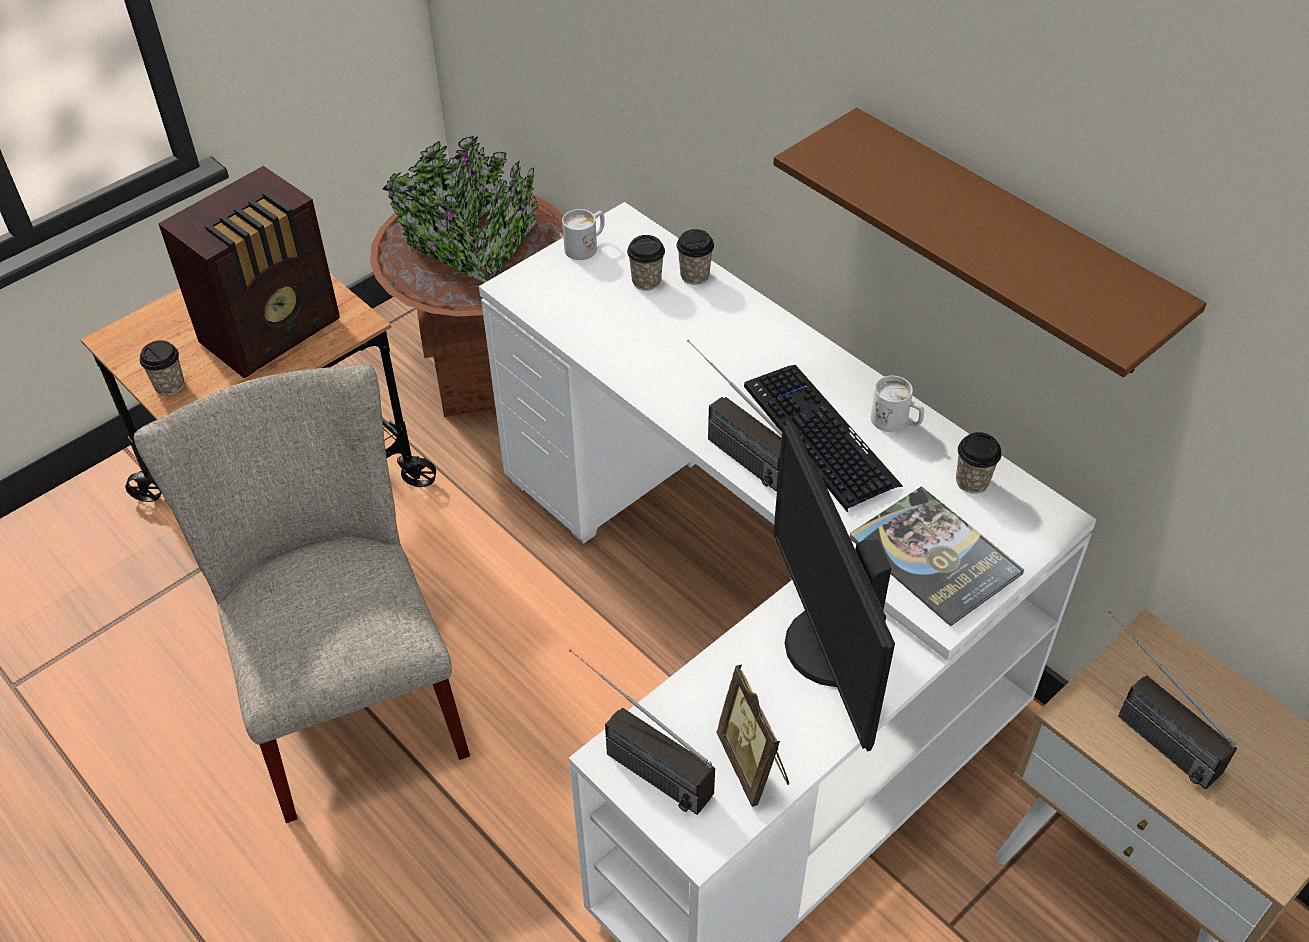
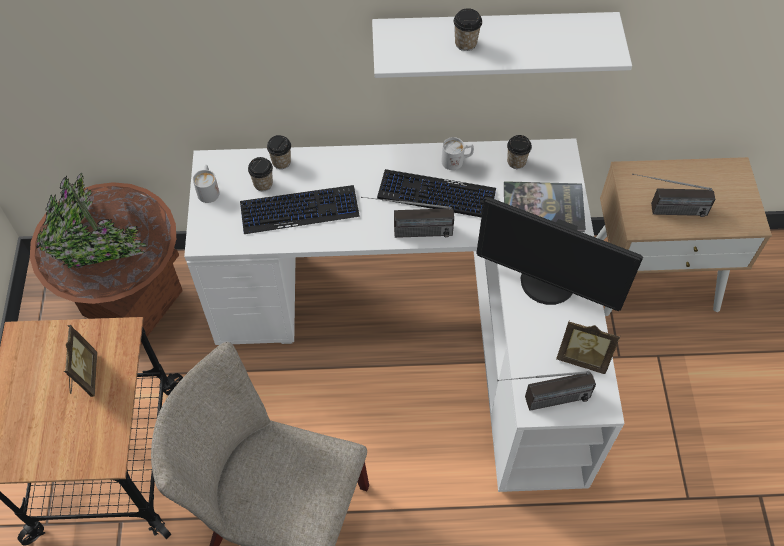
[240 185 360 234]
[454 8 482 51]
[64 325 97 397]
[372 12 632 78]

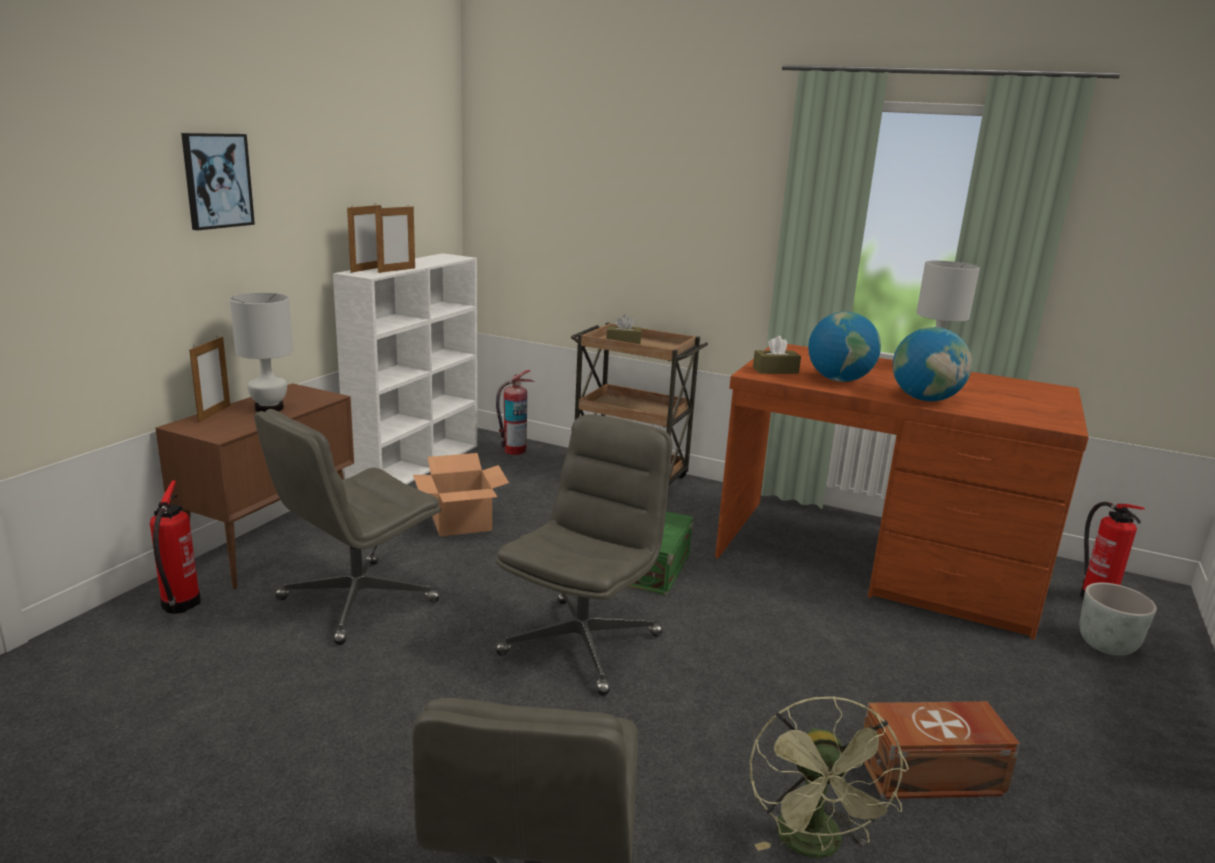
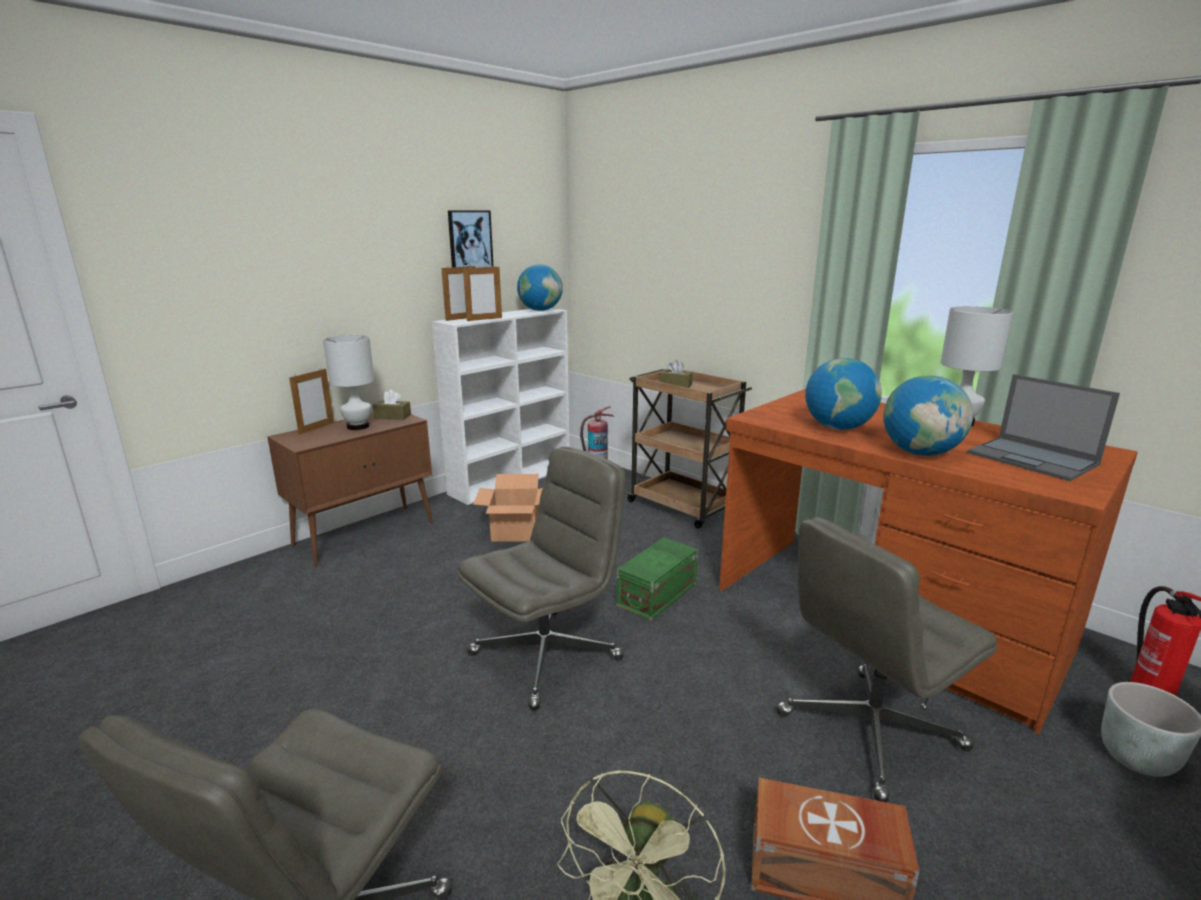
[150 480 201 614] (first image)
[517 264 563 311]
[967 374 1120 481]
[448 210 494 268]
[777 517 997 802]
[373 390 411 420]

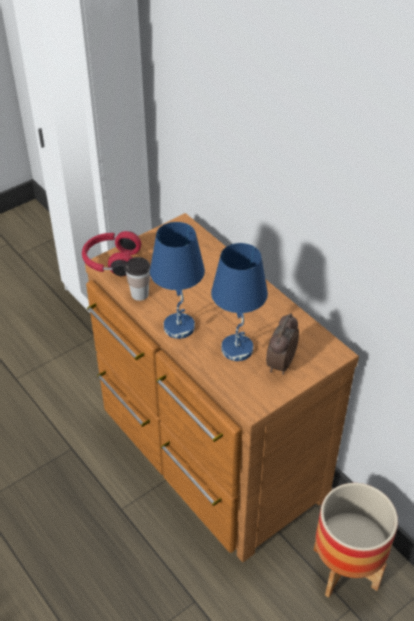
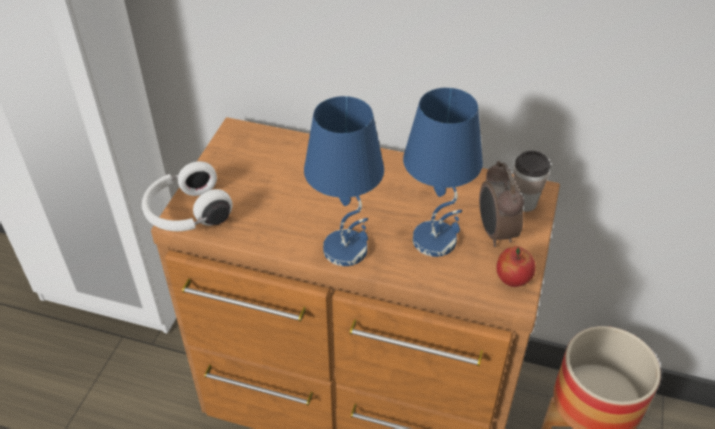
[496 246 536 287]
[513 151 551 212]
[142 161 233 231]

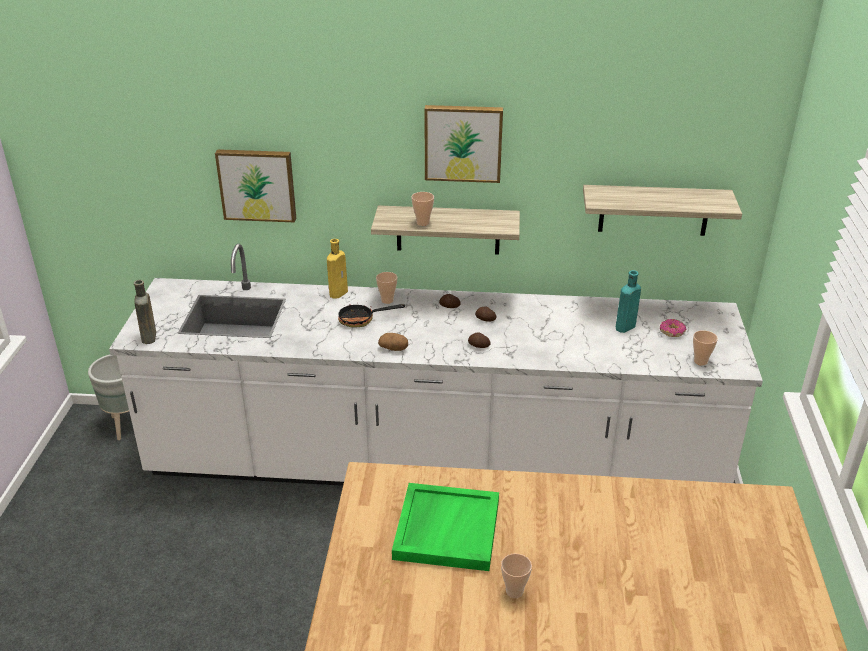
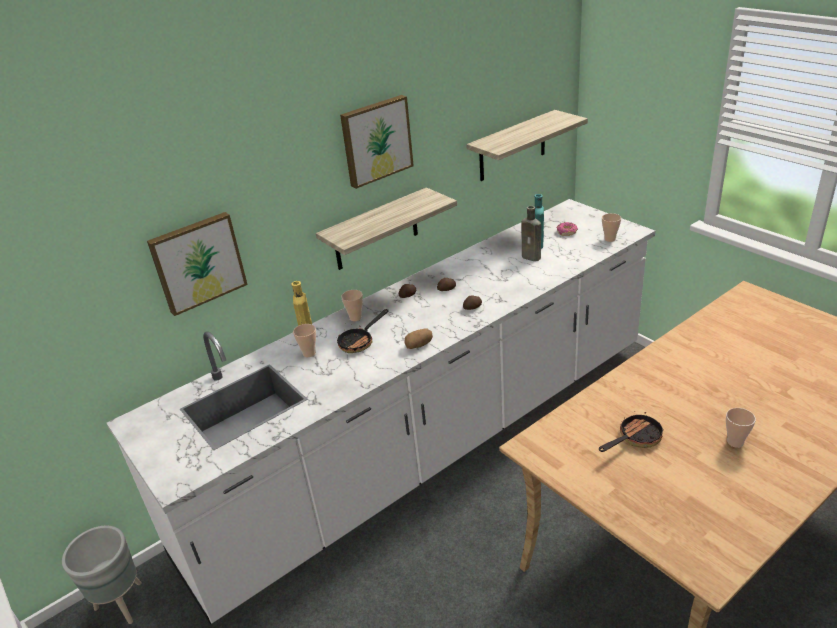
[521 206 541 261]
[293 324 316 357]
[599 408 663 452]

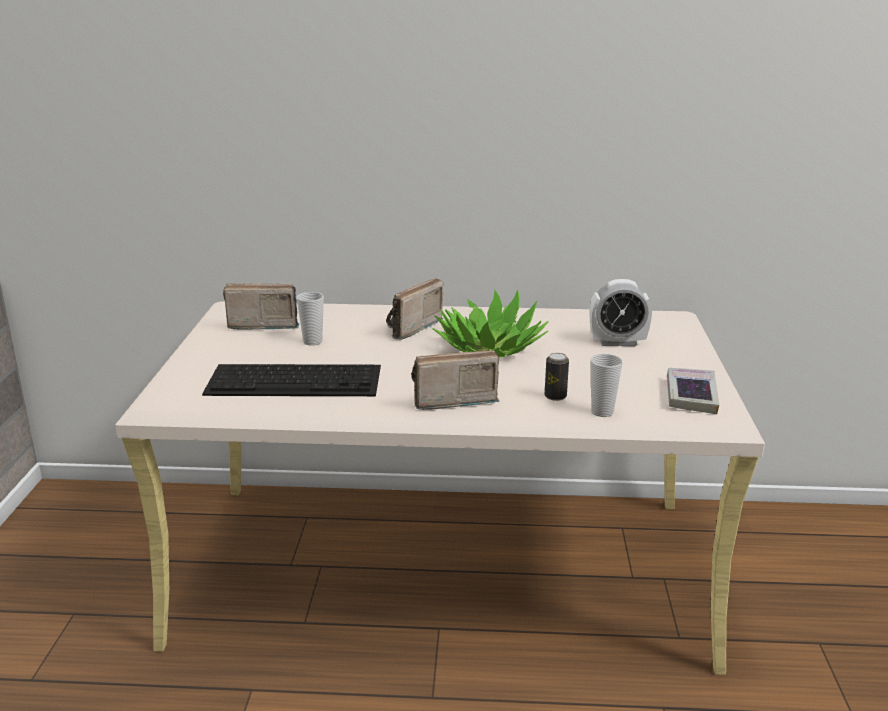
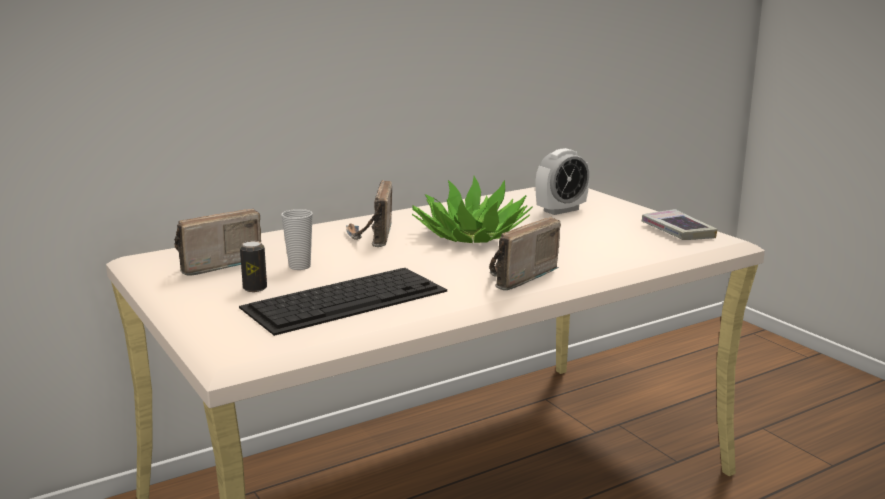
[590 354 623 417] (first image)
[240 241 267 292]

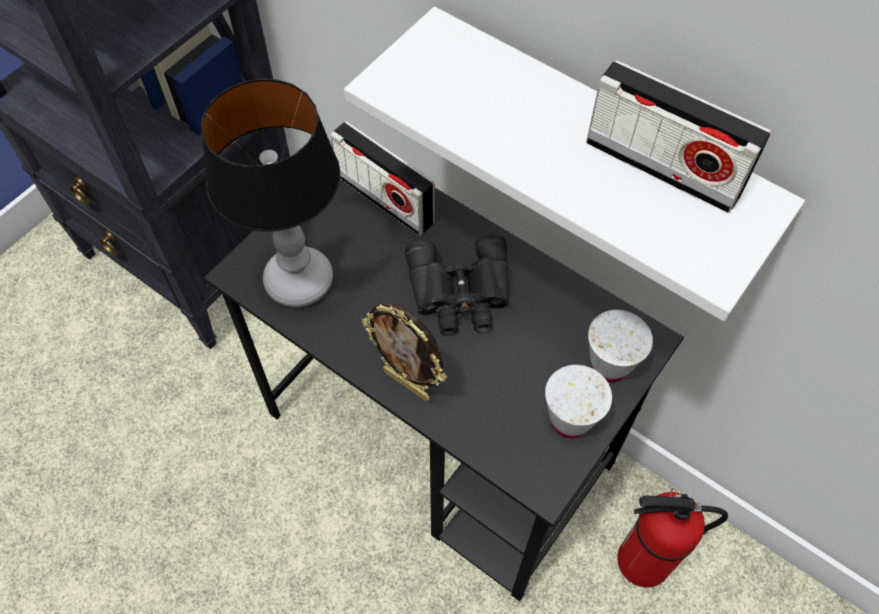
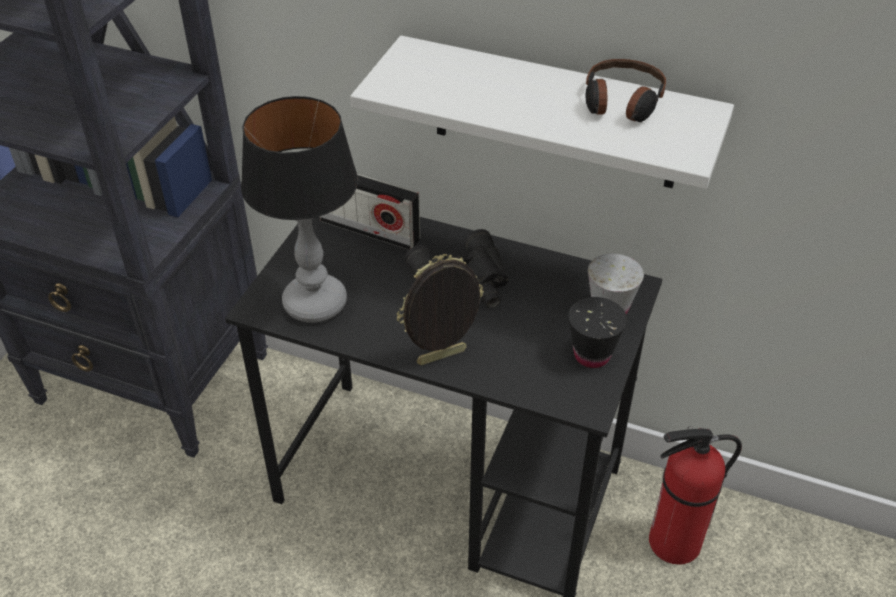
[586 59 666 122]
[568 297 627 368]
[397 254 484 365]

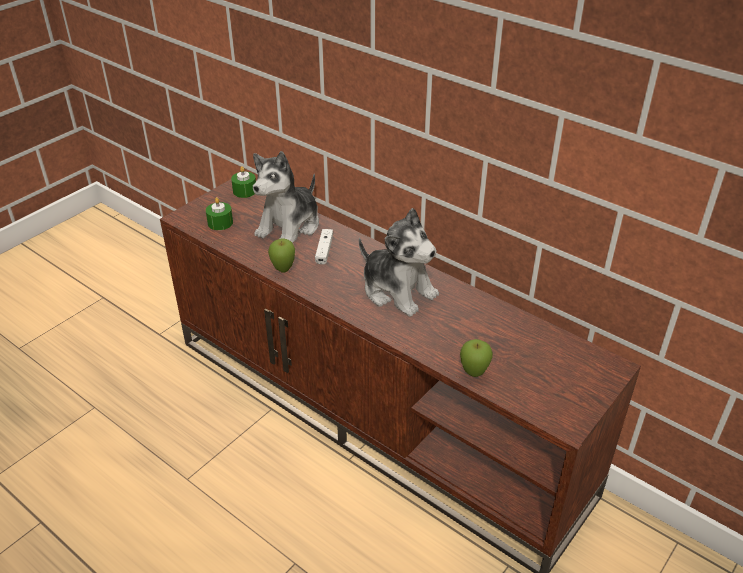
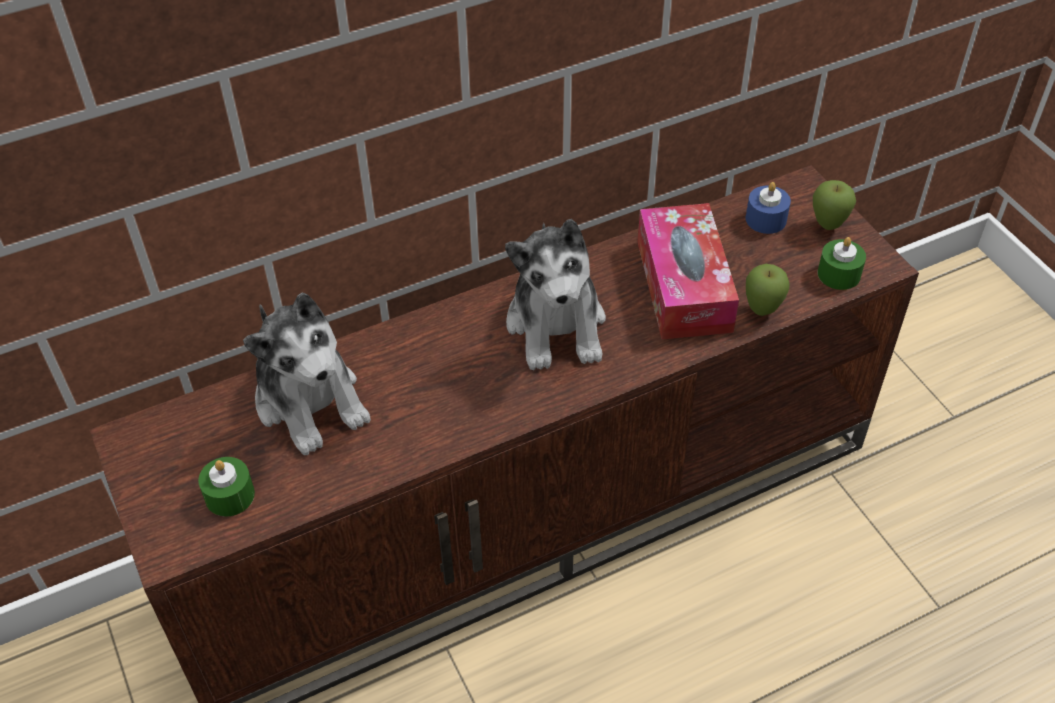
[315 229 333 265] (first image)
[637 203 739 339]
[746 182 791 234]
[818 237 866 290]
[813 180 856 230]
[505 219 606 371]

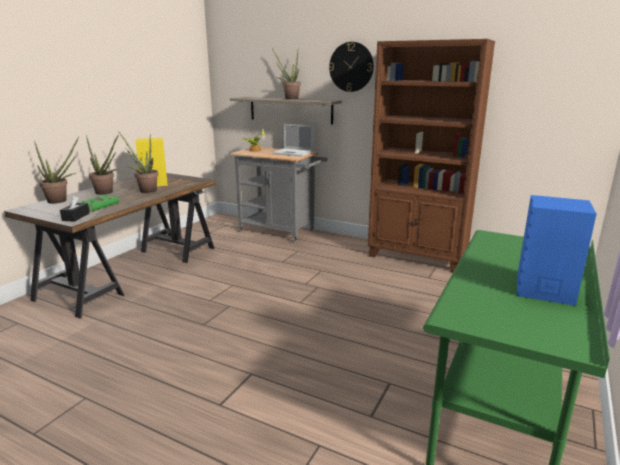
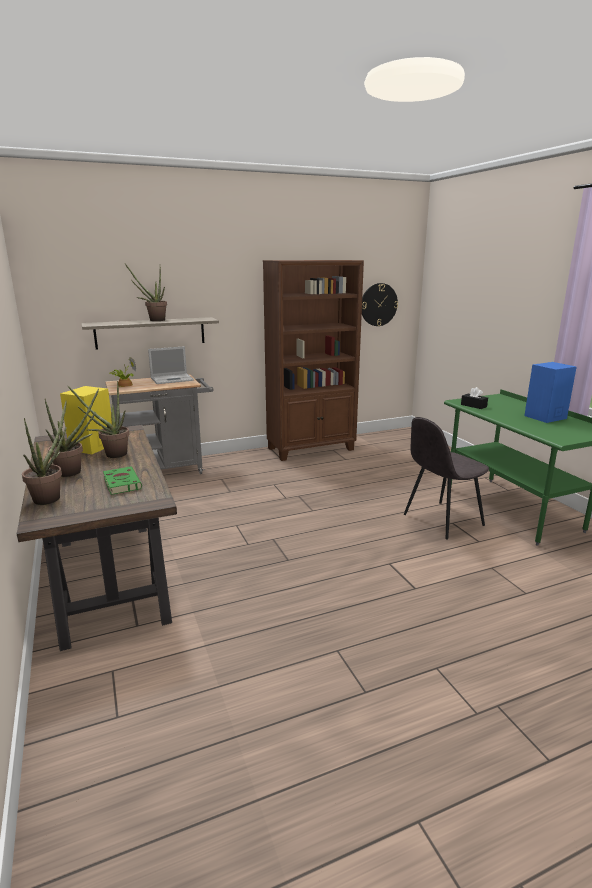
[404 417 489 540]
[461 387 488 409]
[362 283 398 326]

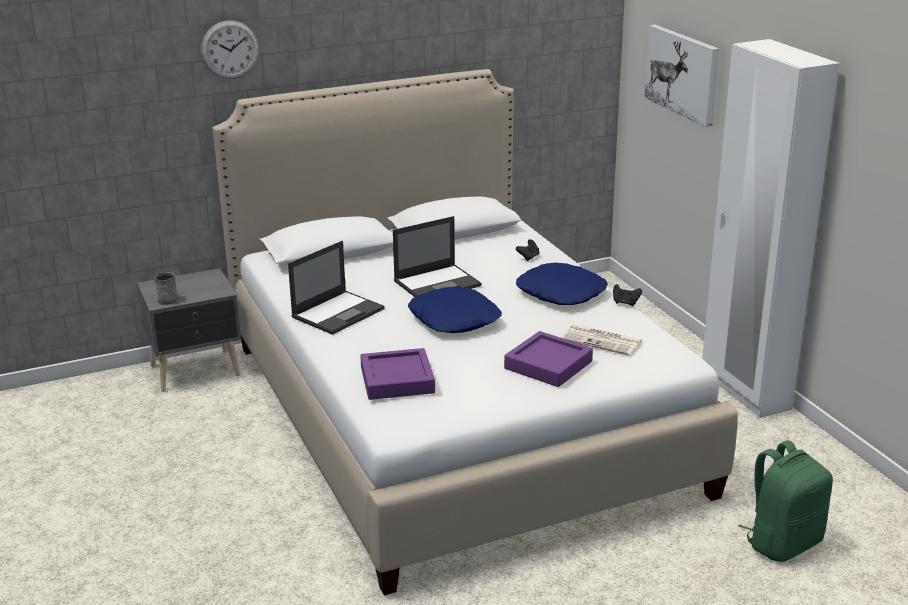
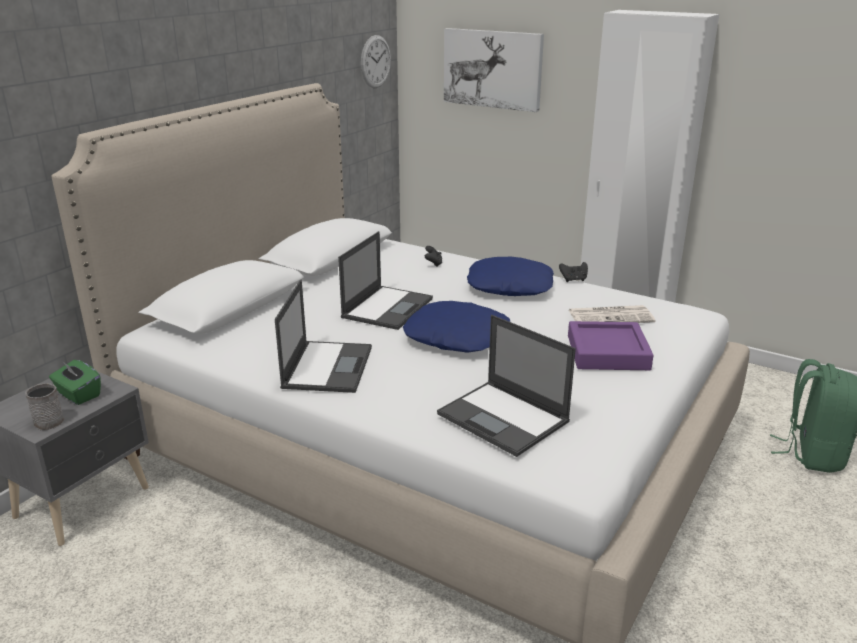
[49 360 101 405]
[361 35 391 88]
[437 315 576 457]

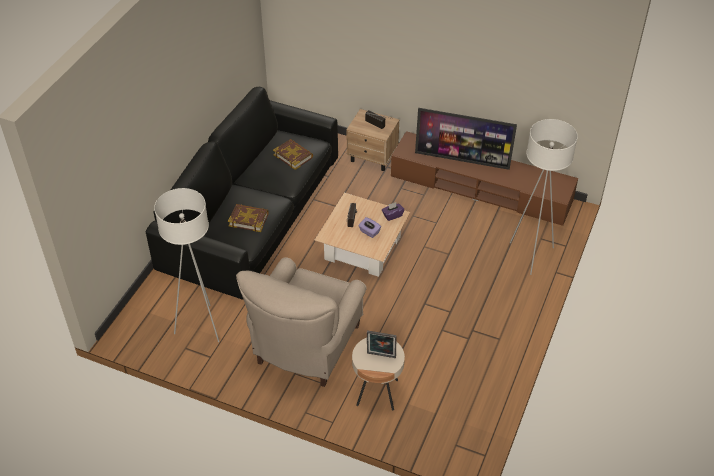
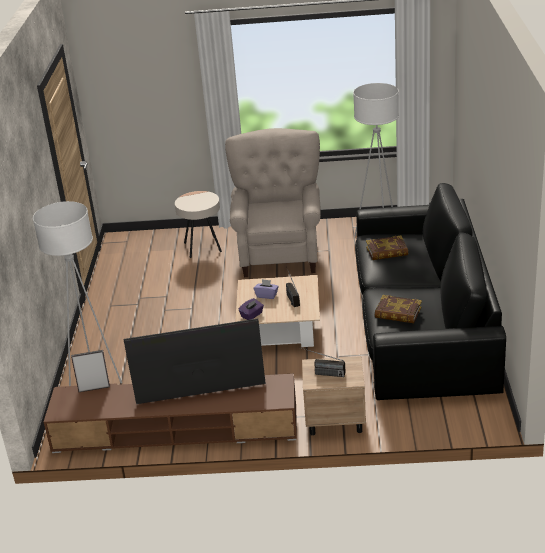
[71 350 110 392]

